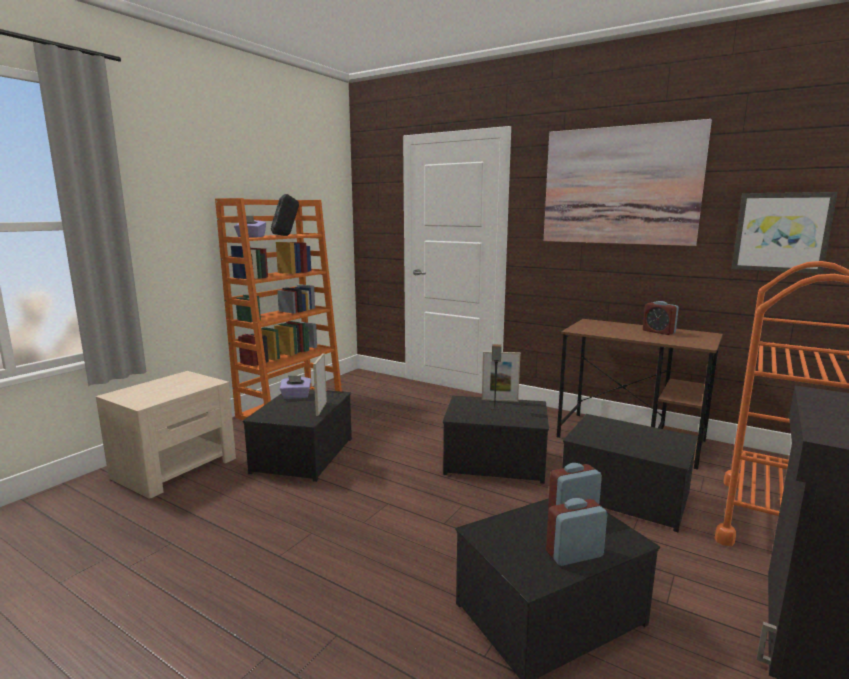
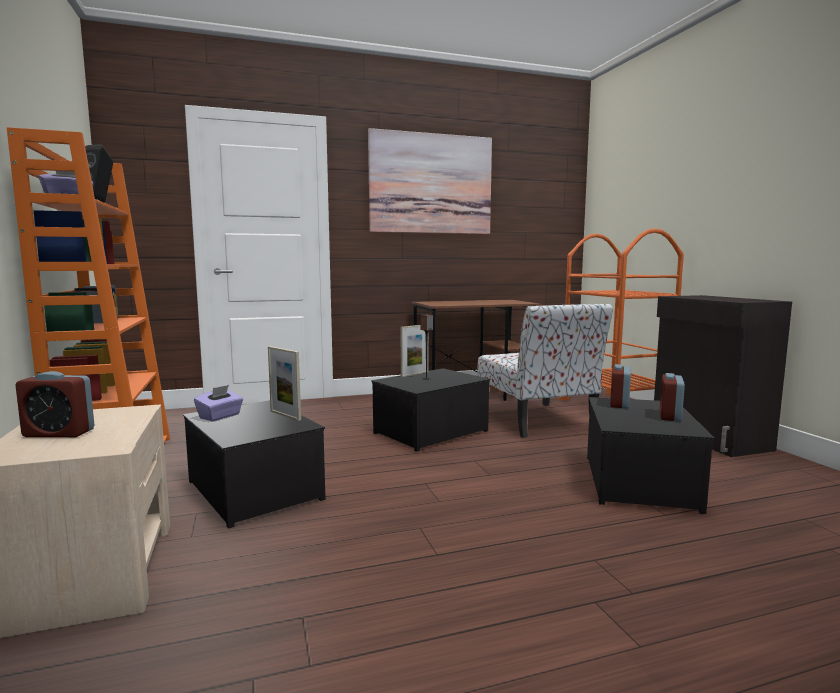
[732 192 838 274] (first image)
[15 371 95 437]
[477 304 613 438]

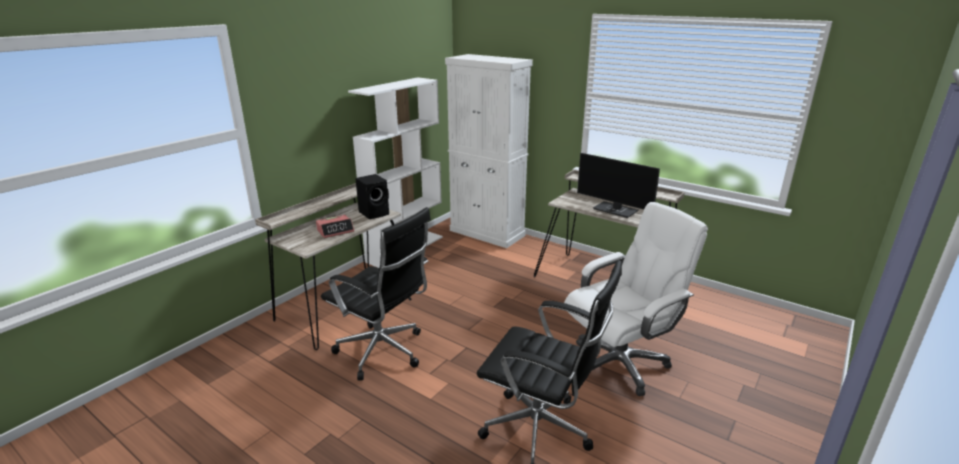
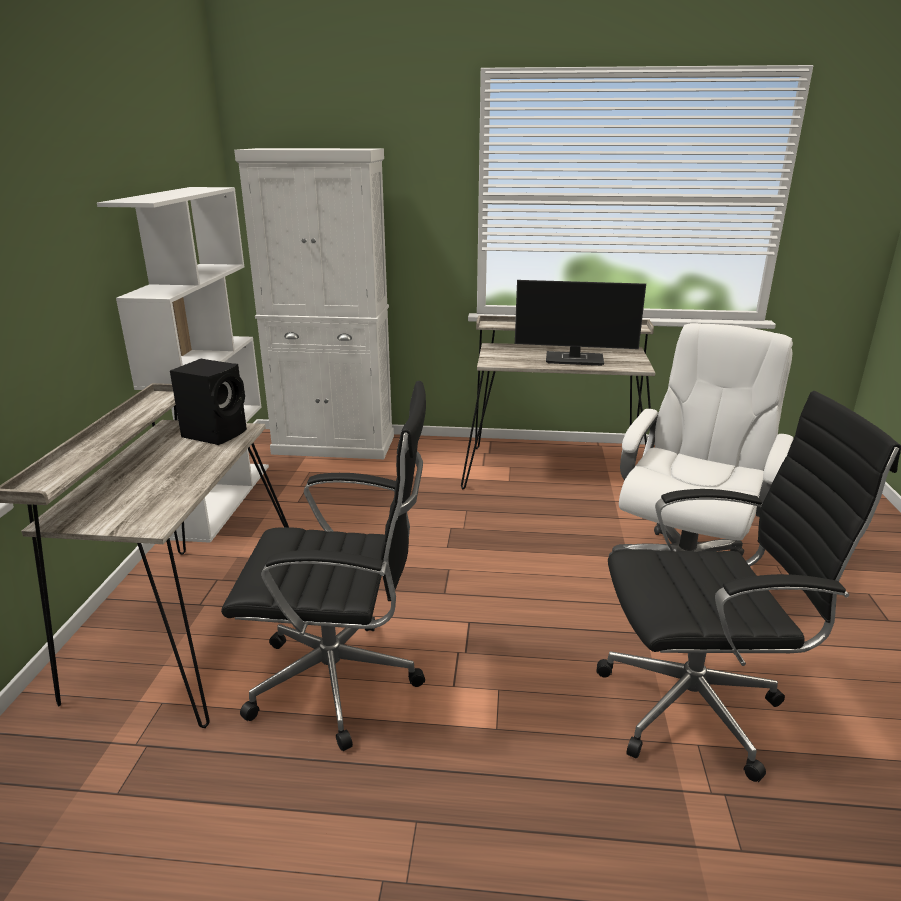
[316 215 354 238] (first image)

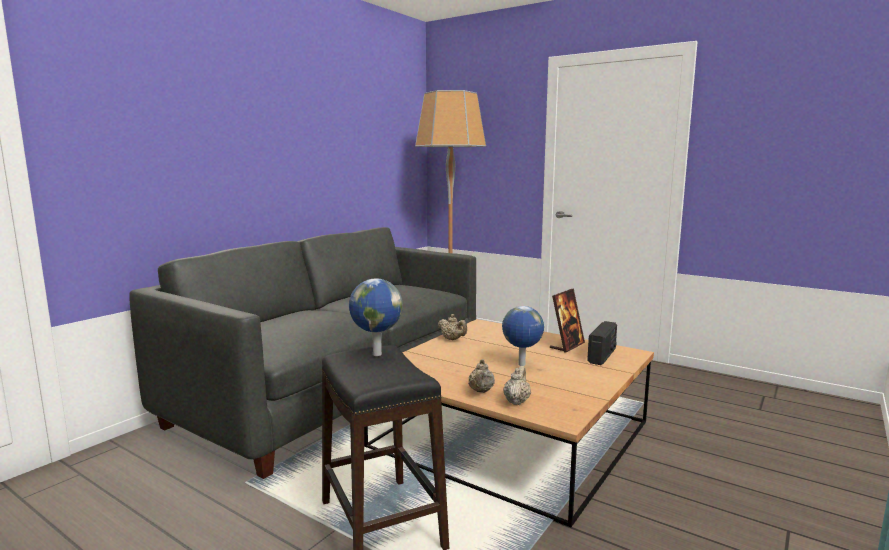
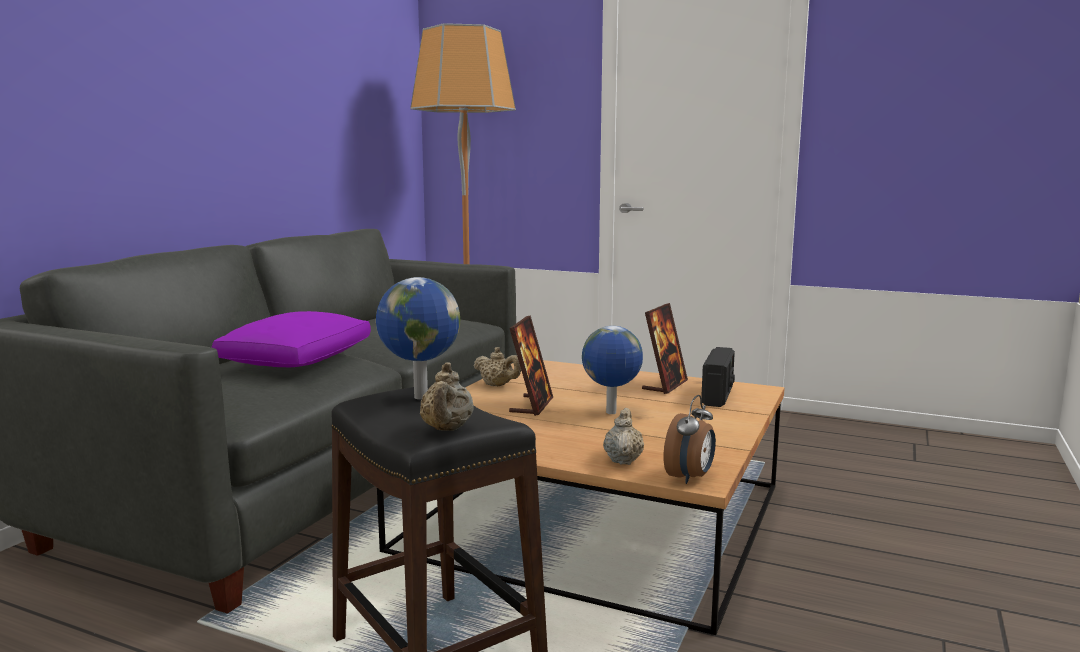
[212 311 371 367]
[509 315 553 416]
[663 395 716 484]
[420 363 474 431]

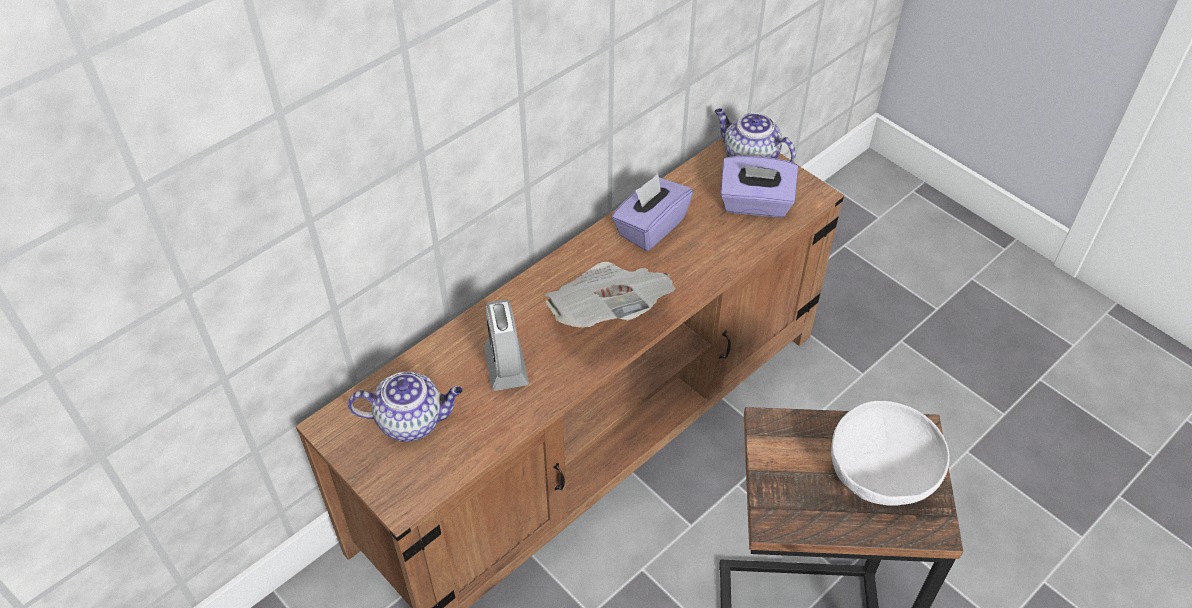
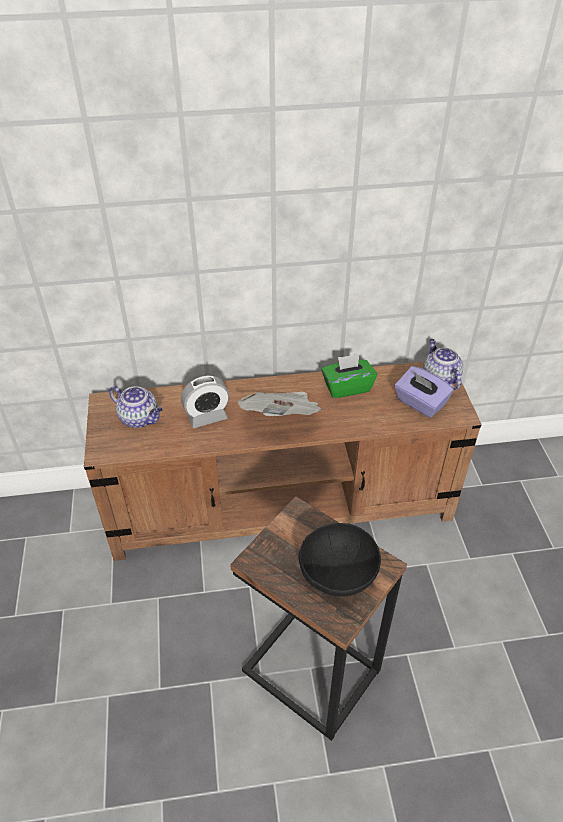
[321 354 377 398]
[299 523 381 597]
[181 376 229 428]

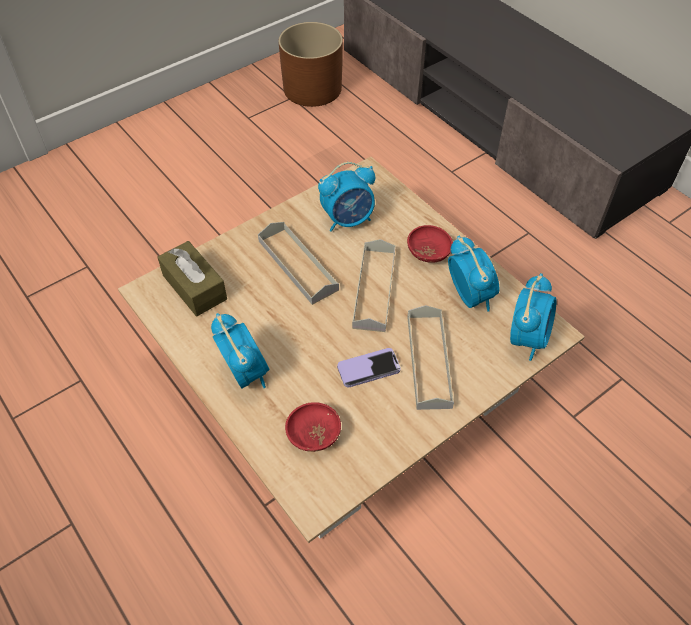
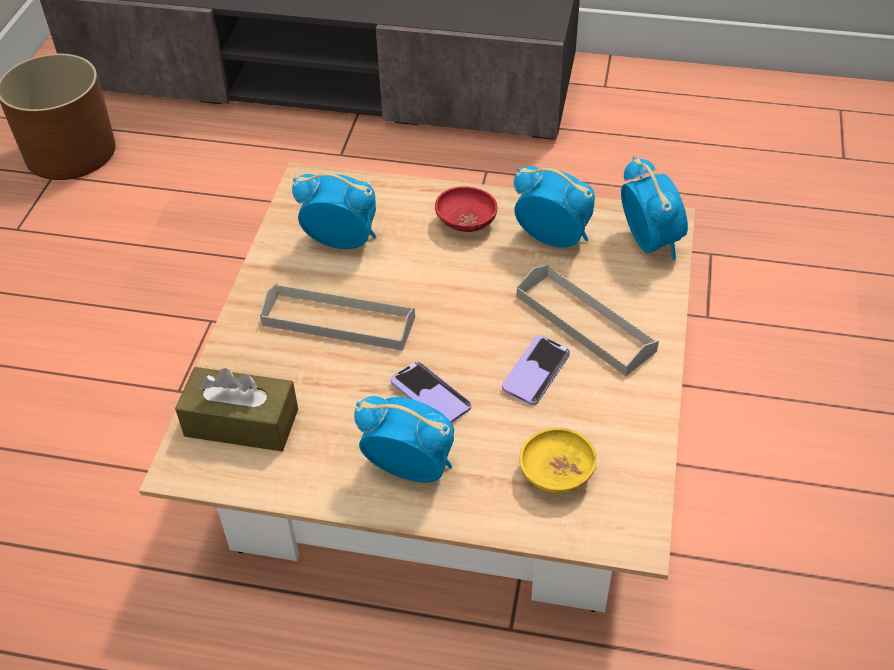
[352 239 395 332] (first image)
[391 362 471 423]
[519 428 597 493]
[292 173 376 249]

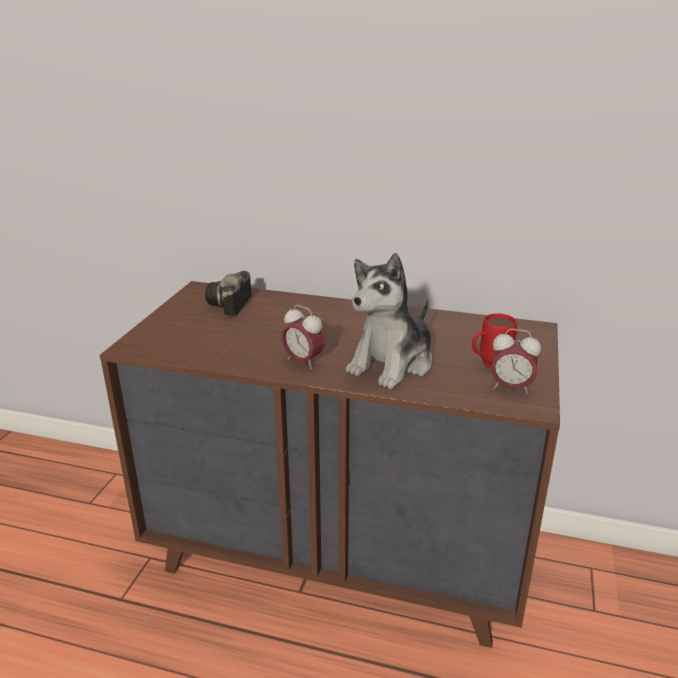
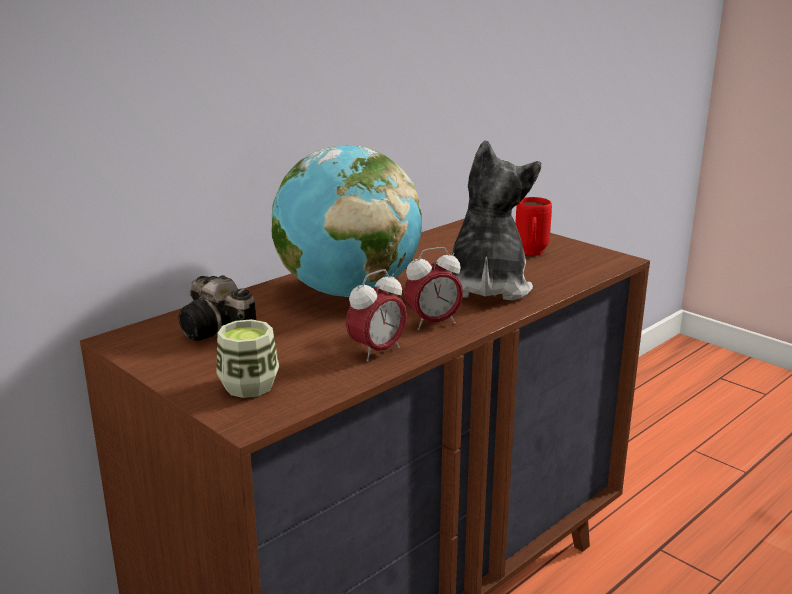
[216 319 279 398]
[272 145 422 297]
[346 269 407 362]
[451 140 541 301]

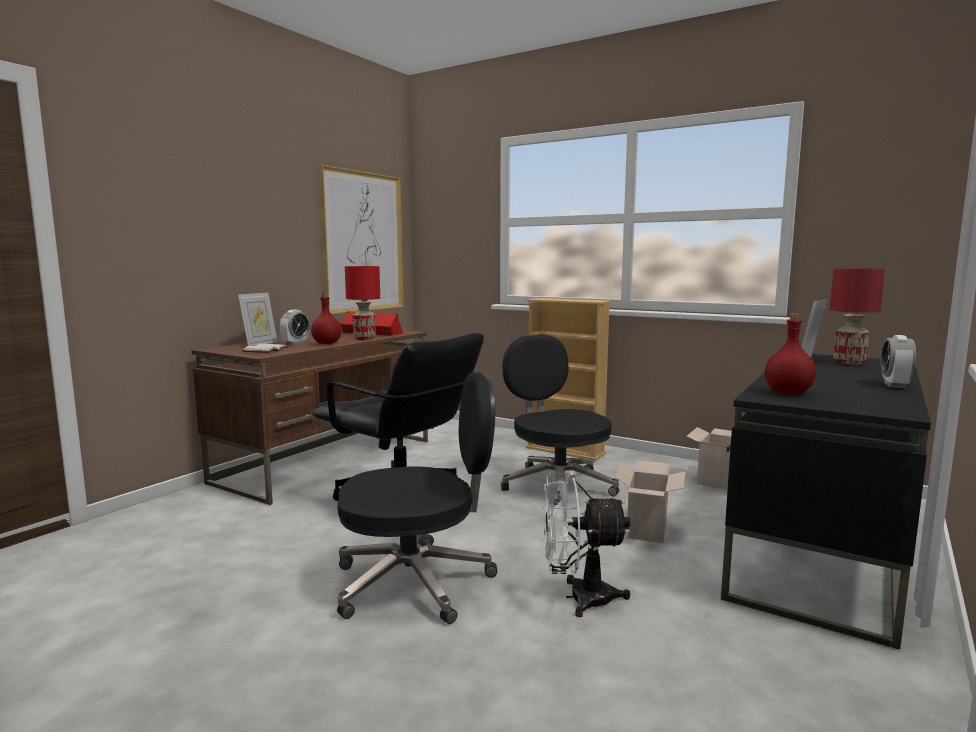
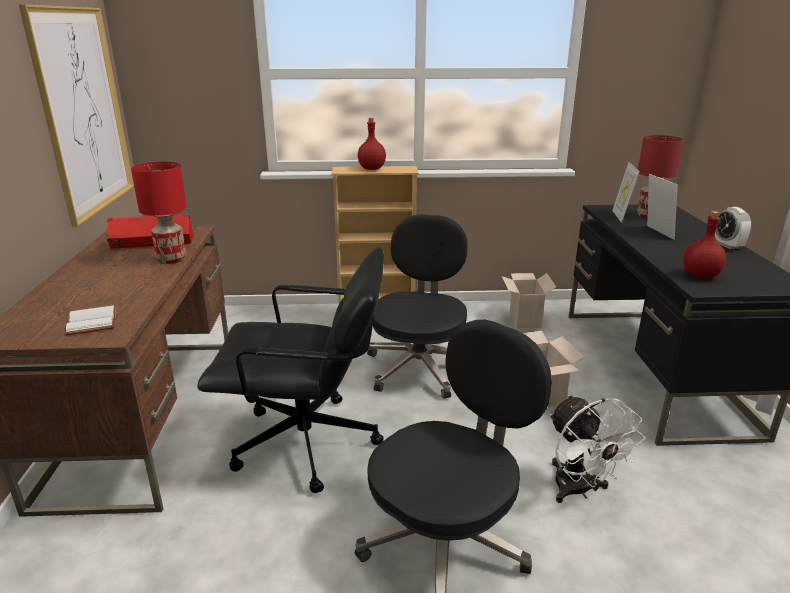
[280 310 310 345] (first image)
[647 174 678 240]
[358 118 386 170]
[367 214 467 399]
[550 395 646 503]

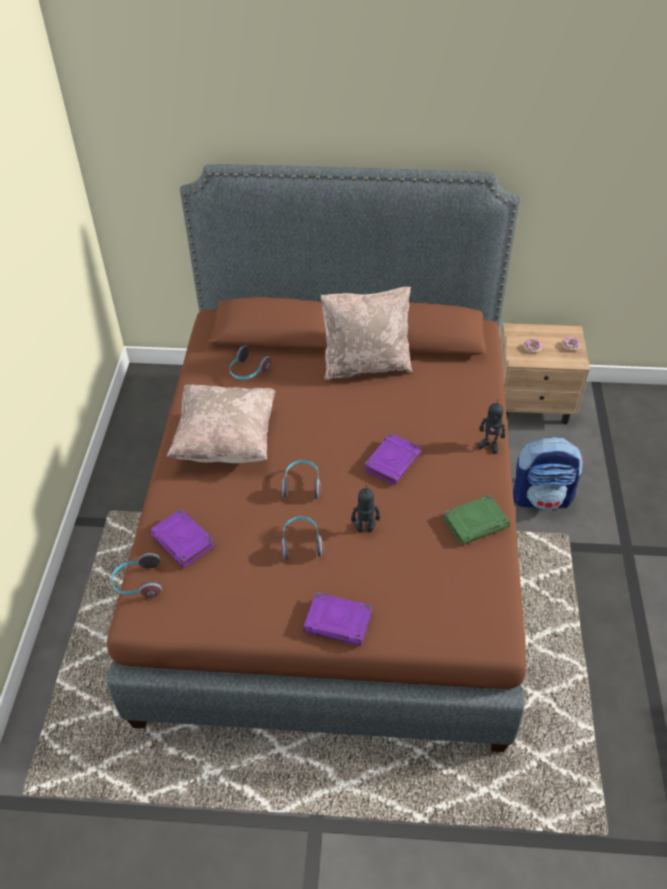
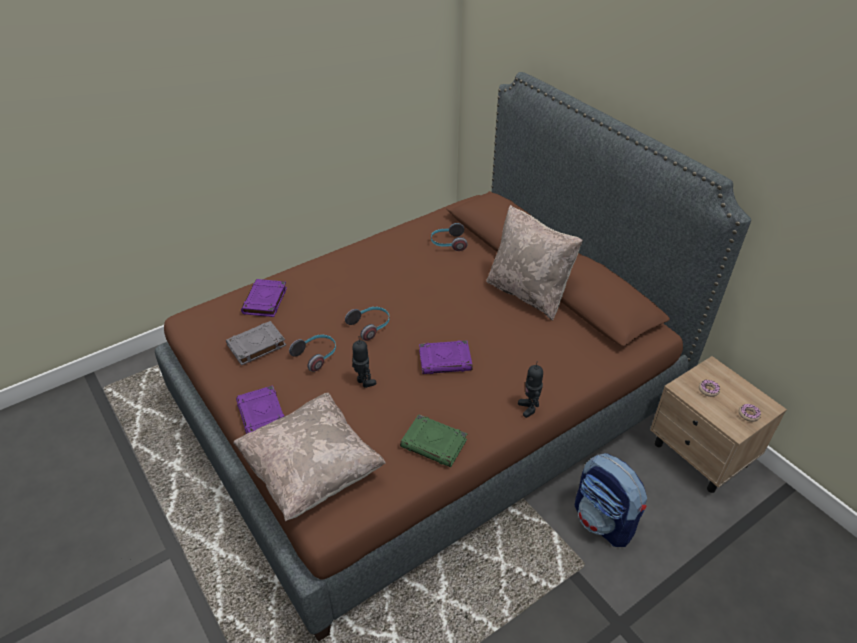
[111 553 162 597] (first image)
[226 321 286 365]
[233 393 386 521]

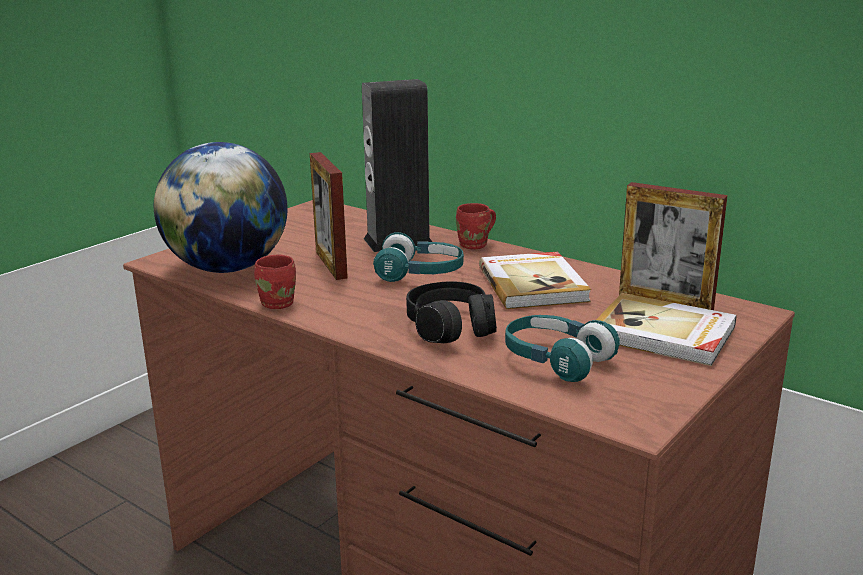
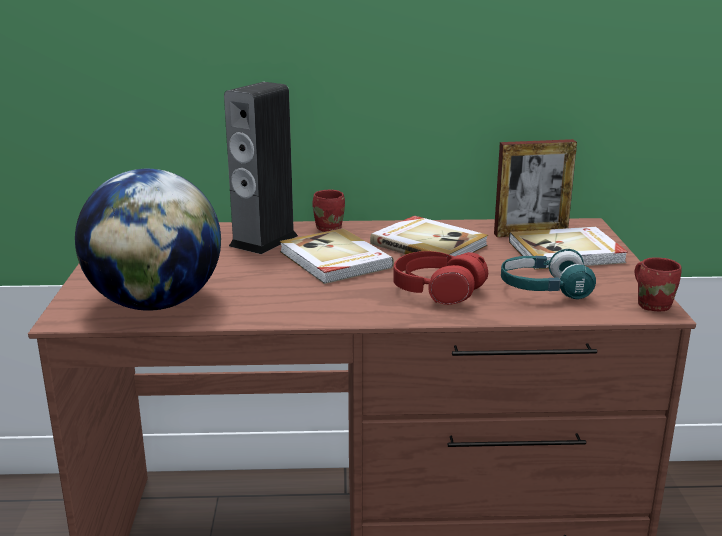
[310 152 348 280] (first image)
[634 257 682 312]
[280 228 394 284]
[393 251 488 305]

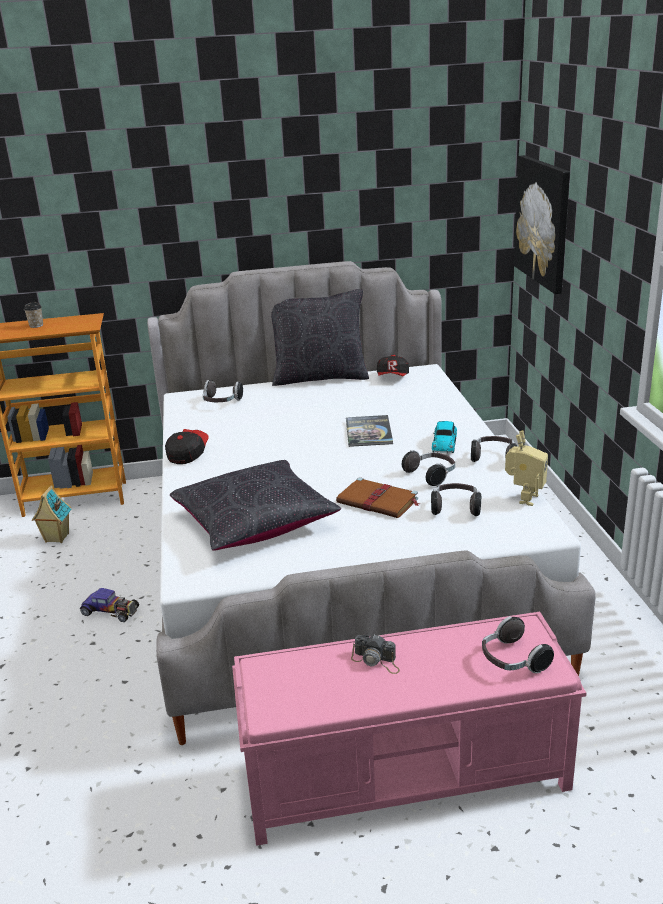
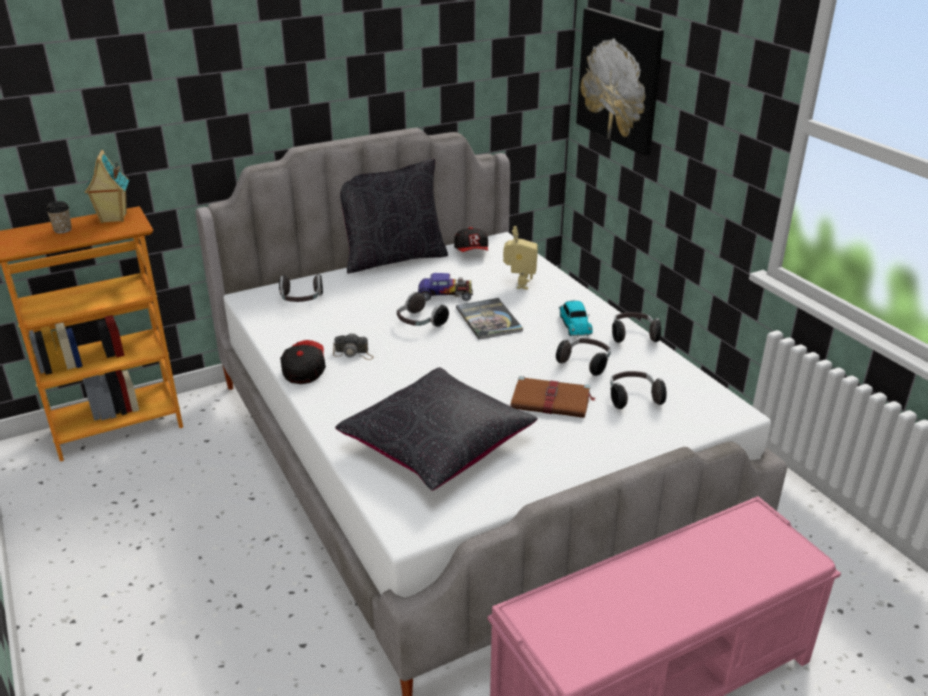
[84 150 129 223]
[418 273 473 301]
[333 334 374 360]
[397 292 449 327]
[503 226 538 290]

